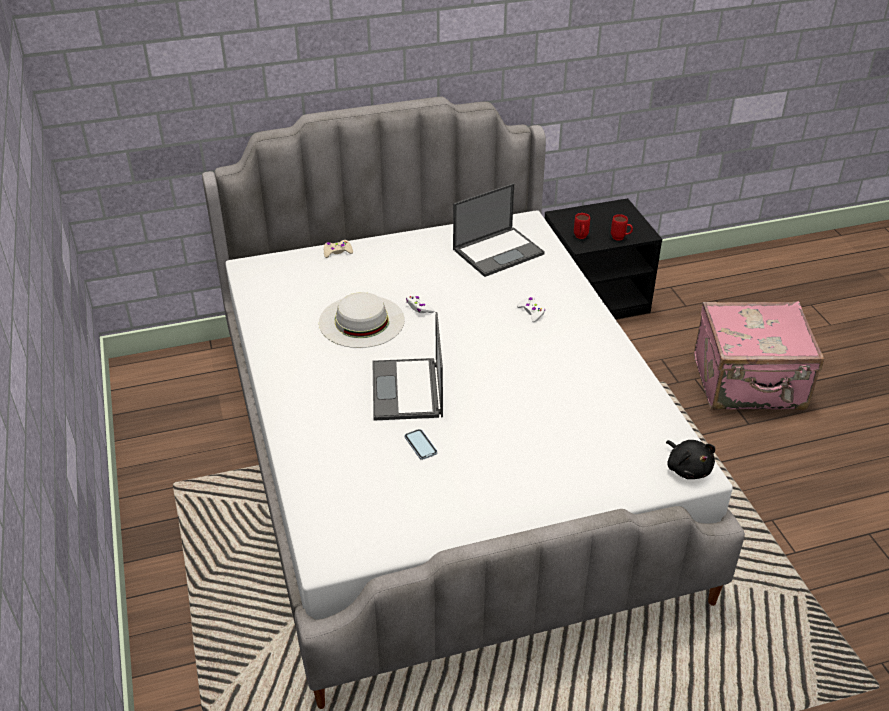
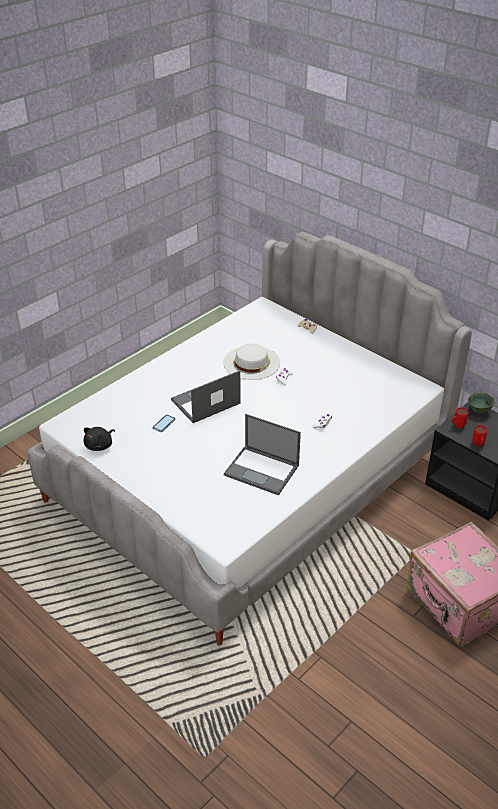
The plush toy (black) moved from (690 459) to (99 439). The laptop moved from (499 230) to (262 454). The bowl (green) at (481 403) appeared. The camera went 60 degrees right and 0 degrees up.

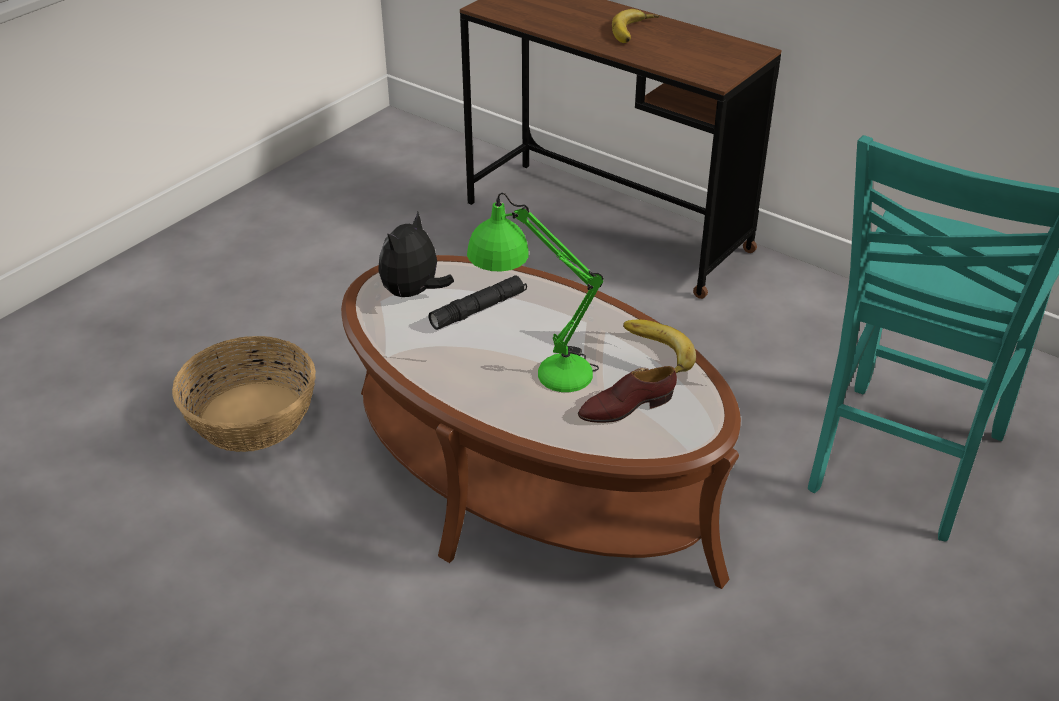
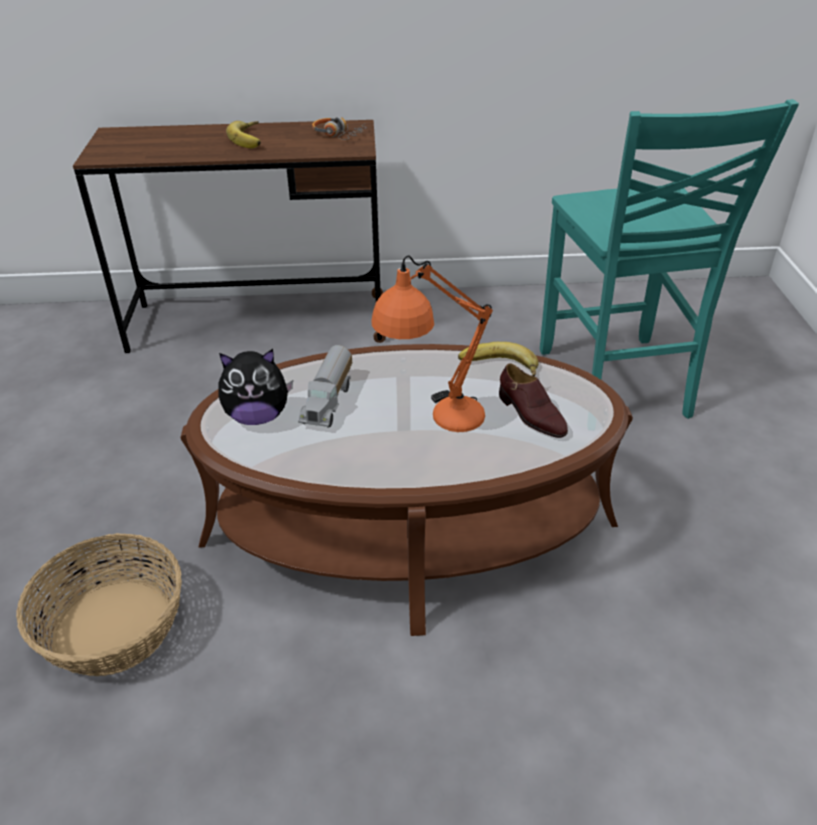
The plush toy at (416 255) turned 90 degrees counterclockwise. The flashlight (black) at (477 302) was replaced by the toy truck at (325 386). The headphones at (339 128) appeared. The table lamp (green) at (535 292) became the table lamp (orange) at (432 343). The shoe (brown) at (627 394) turned 60 degrees counterclockwise. The camera went 40 degrees left and 0 degrees up.

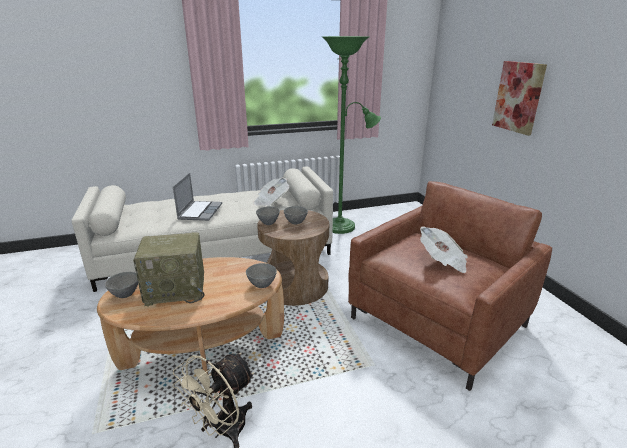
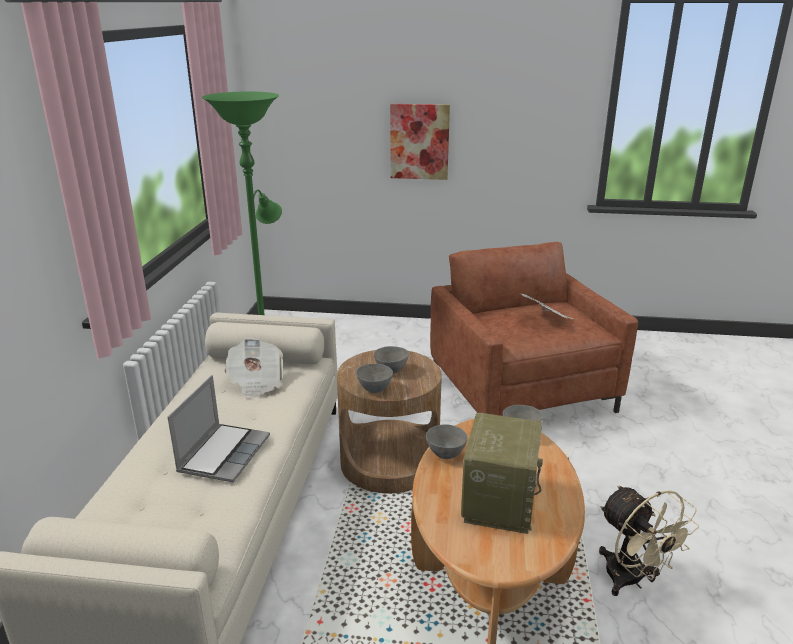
The laptop at (197 197) turned 75 degrees clockwise. The bowl (grey) moved from (122 285) to (447 441). The camera went 65 degrees left and 0 degrees up.

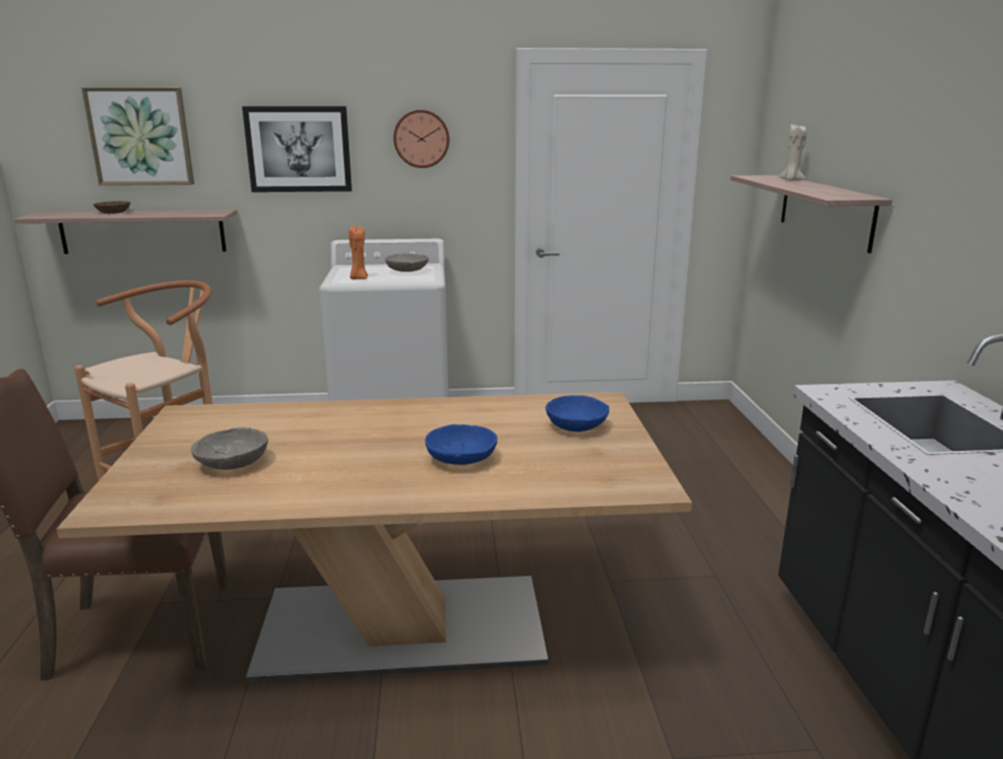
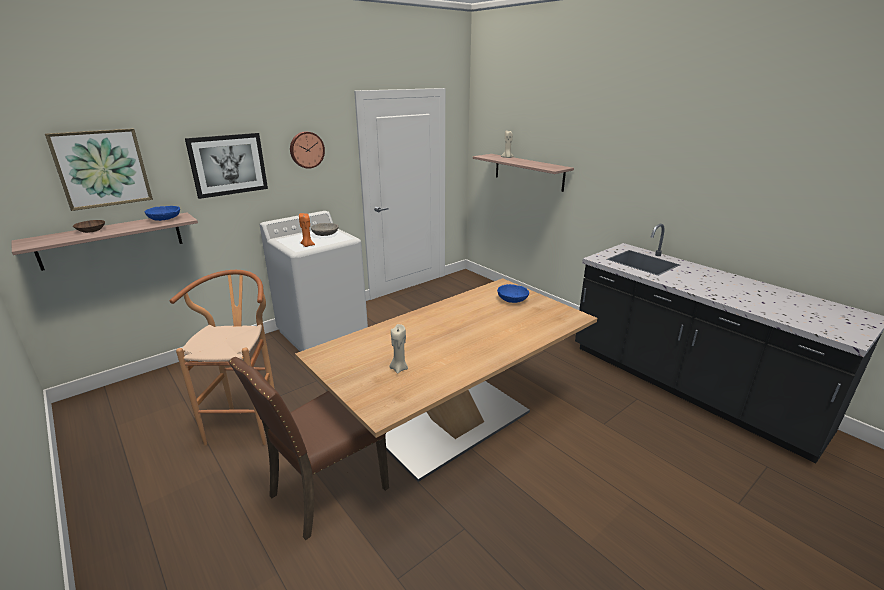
The bowl (blue) moved from (461 444) to (162 213). The bowl (grey) at (229 449) was replaced by the candle (beige) at (398 349). The camera went 35 degrees left and 5 degrees up.

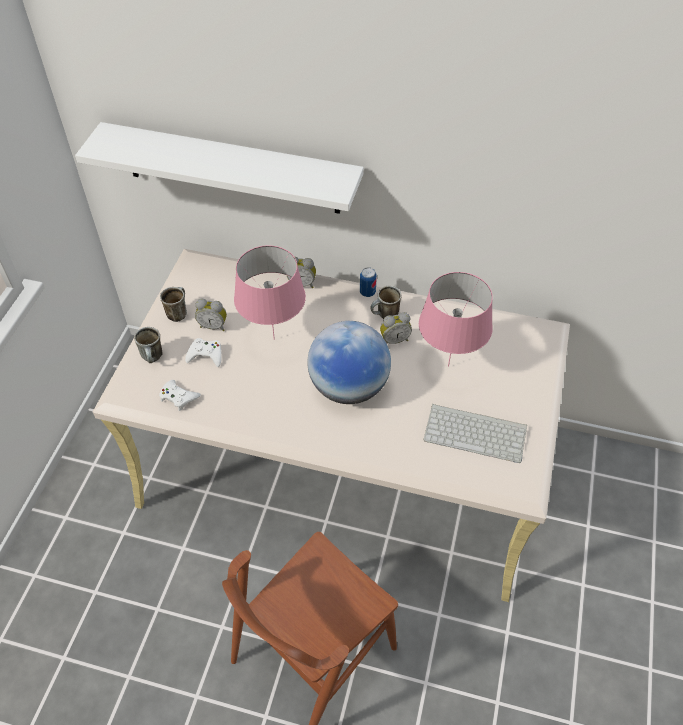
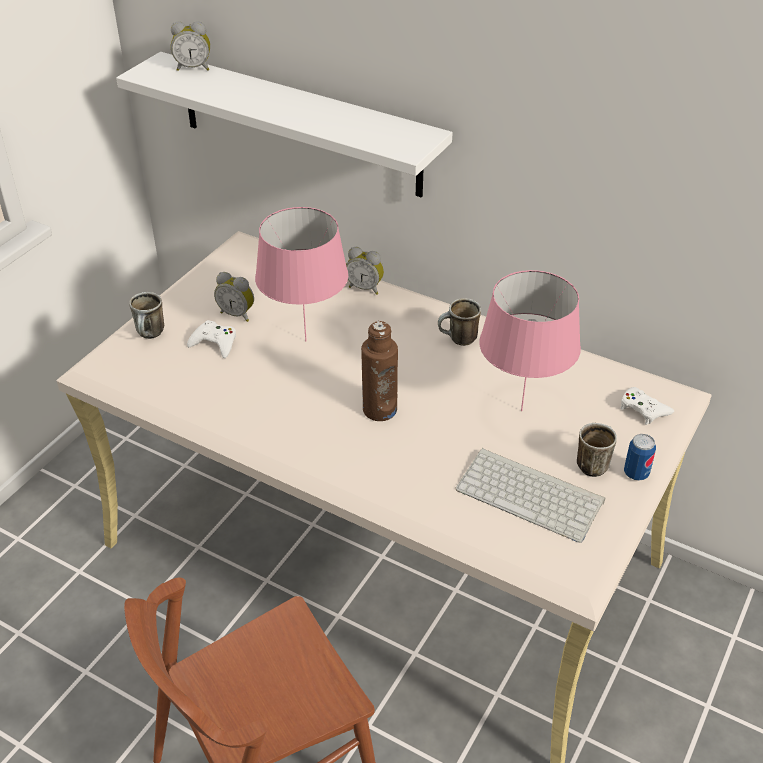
The alarm clock moved from (396 328) to (190 46). The globe at (349 362) was replaced by the bottle (brown) at (379 371). The mug moved from (173 304) to (597 450). The game controller (white) moved from (180 395) to (647 406). The can moved from (368 282) to (640 457). The camera went 15 degrees right and 10 degrees down.

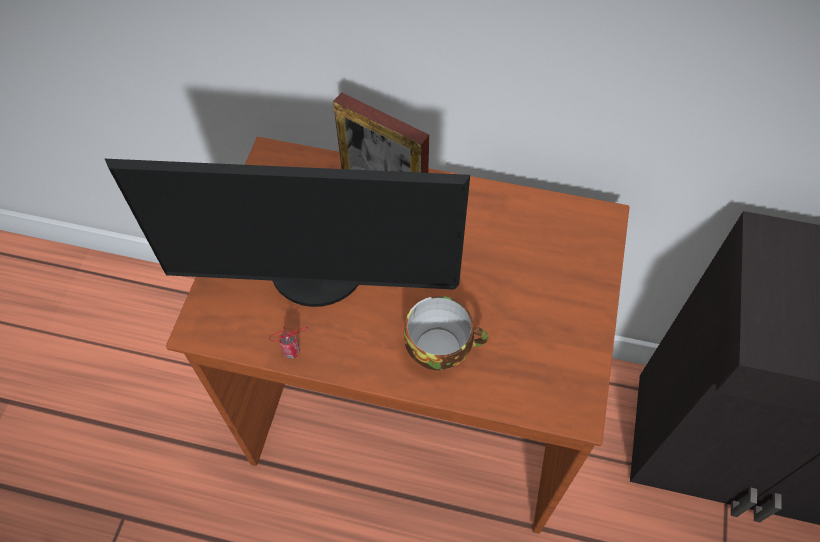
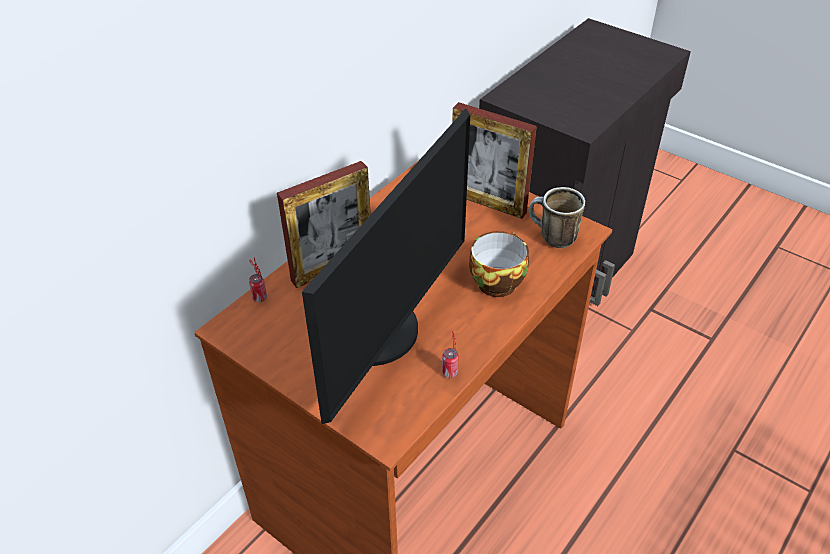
The can at (258 279) appeared. The picture frame at (494 160) appeared. The mug at (557 217) appeared. The camera went 65 degrees left and 15 degrees down.

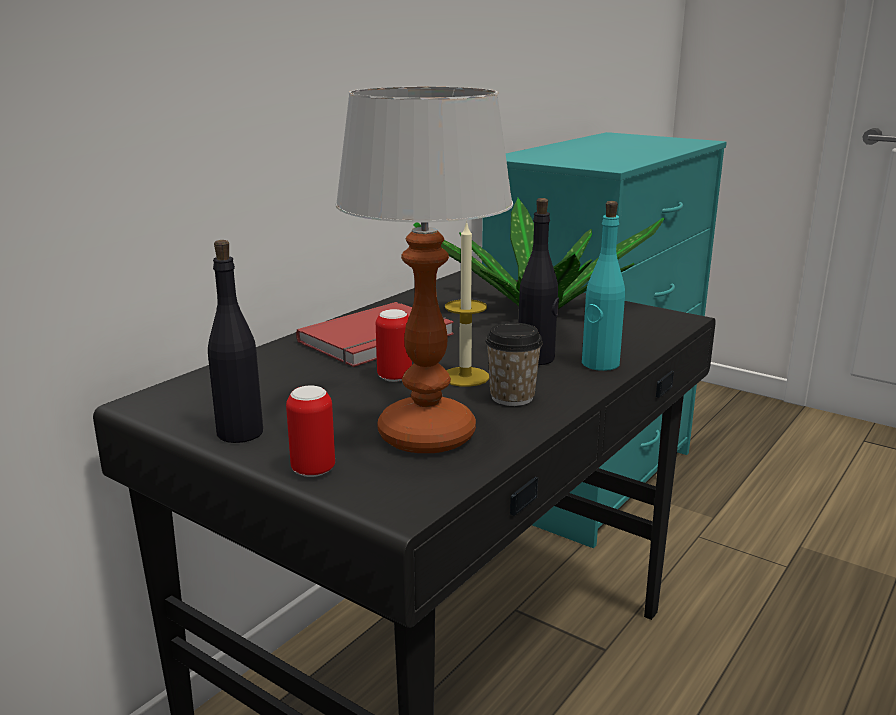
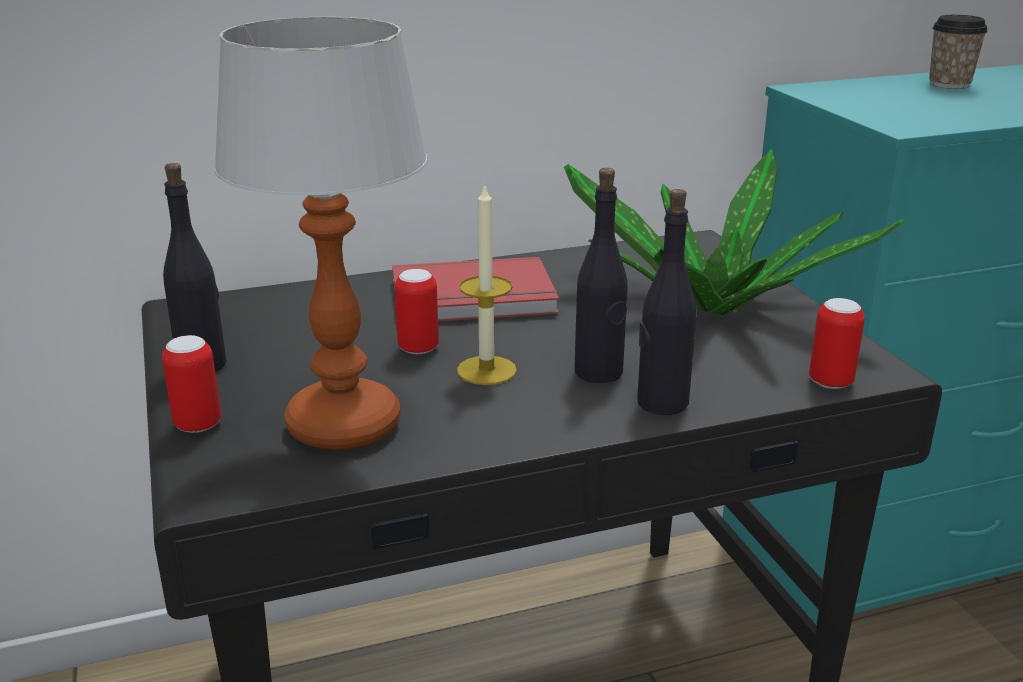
The bottle (turquoise) at (603 286) became the bottle (black) at (666 302). The can at (837 343) appeared. The cup moved from (514 364) to (958 52). The camera went 35 degrees right and 5 degrees up.

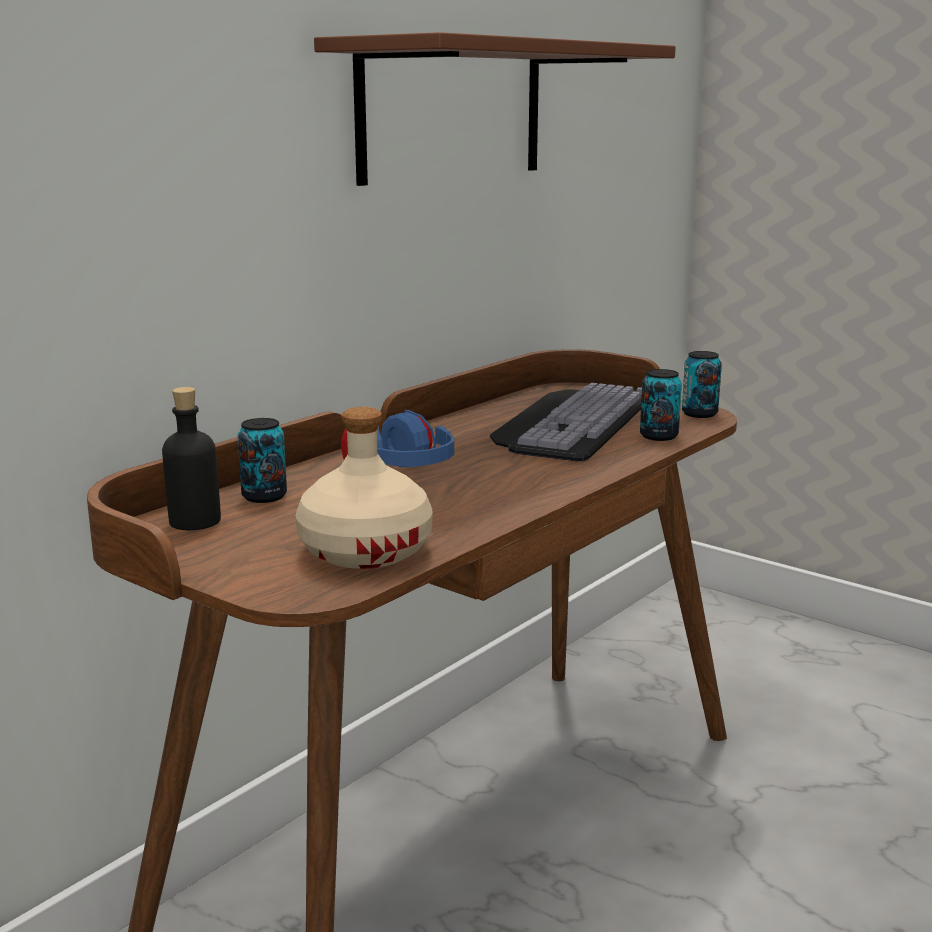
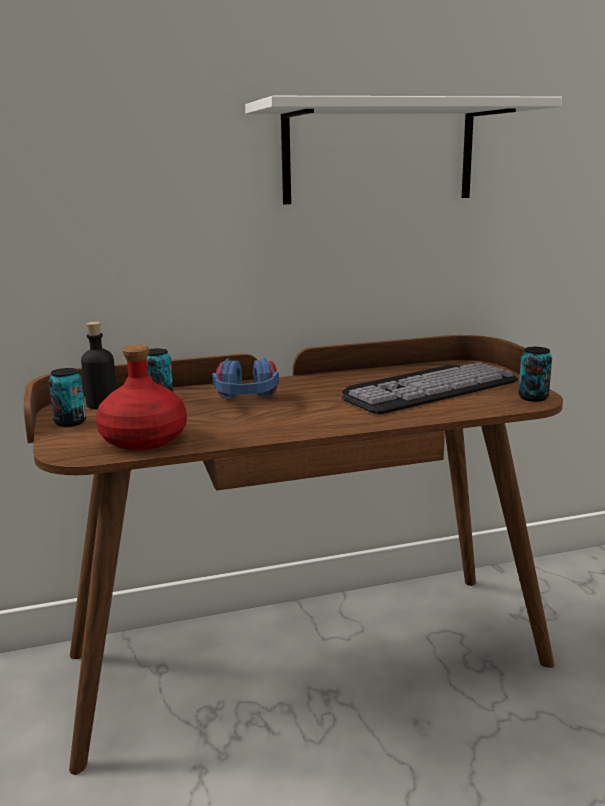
The can moved from (661 405) to (67 397). The bottle (beige) at (364 488) became the bottle (red) at (141 397). The shelf (brown) at (495 109) became the shelf (white) at (403 150). The camera went 35 degrees right and 0 degrees up.

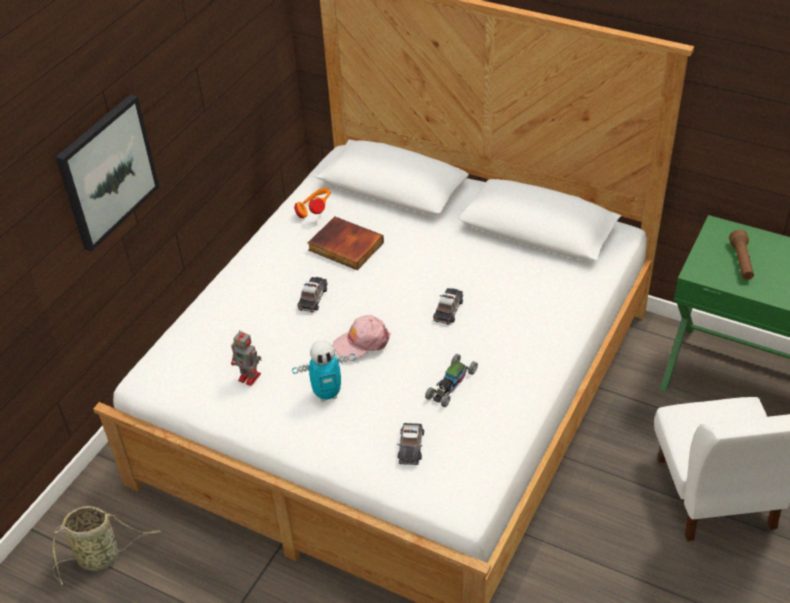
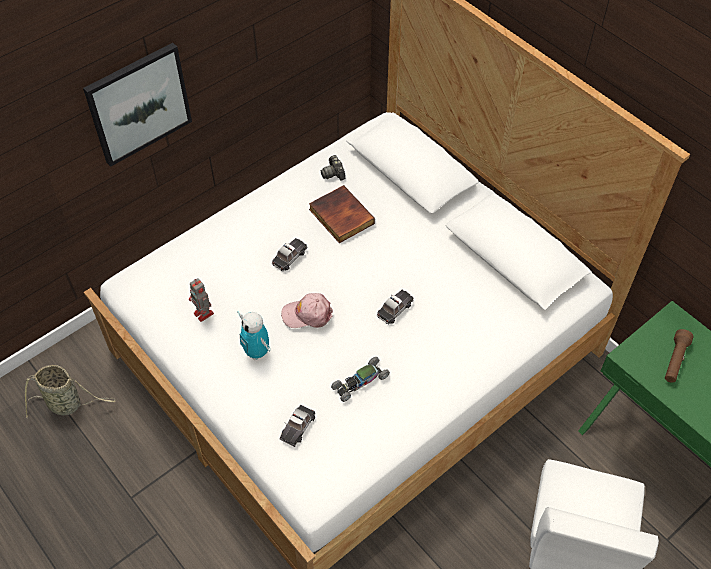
The toy robot at (323 371) turned 45 degrees clockwise. The headphones (orange) at (312 203) was replaced by the photo camera at (333 167). The camera went 20 degrees right and 10 degrees up.

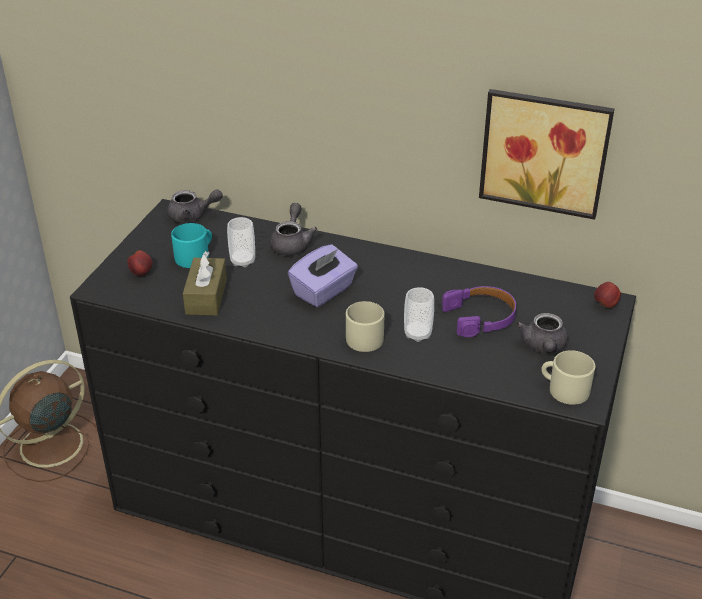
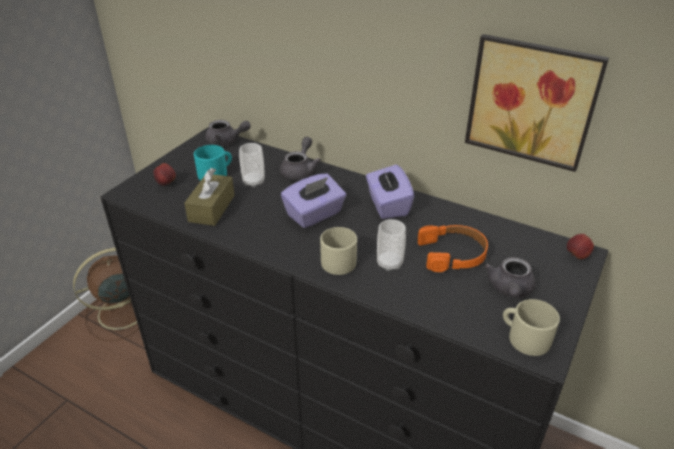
The tissue box (purple) at (390 191) appeared. The headphones (purple) at (479 311) became the headphones (orange) at (453 248). The camera went 10 degrees right and 0 degrees up.

